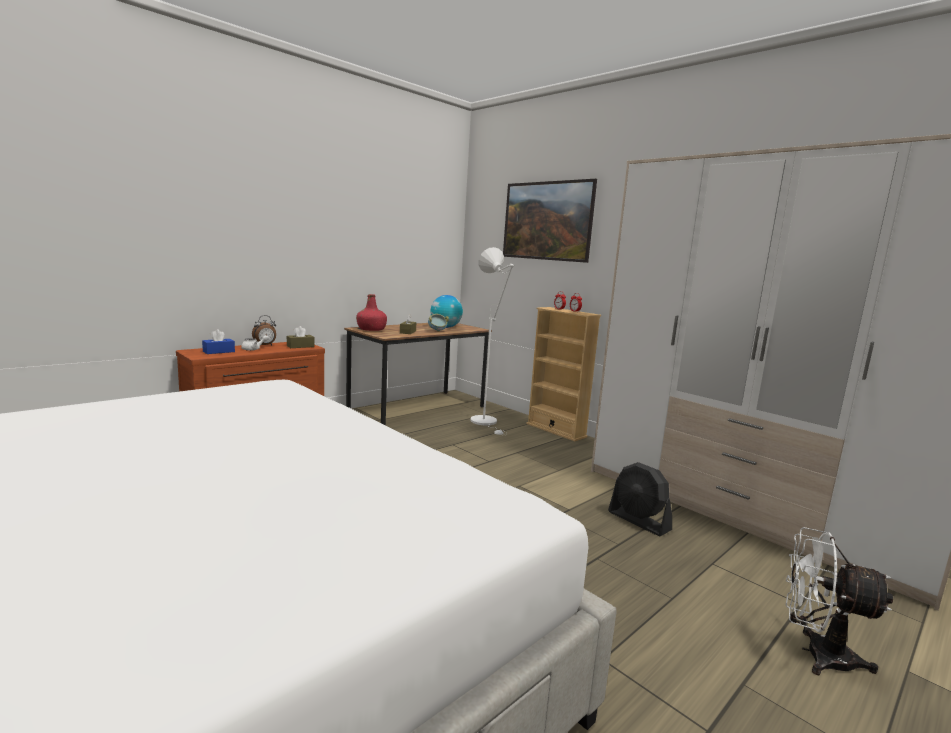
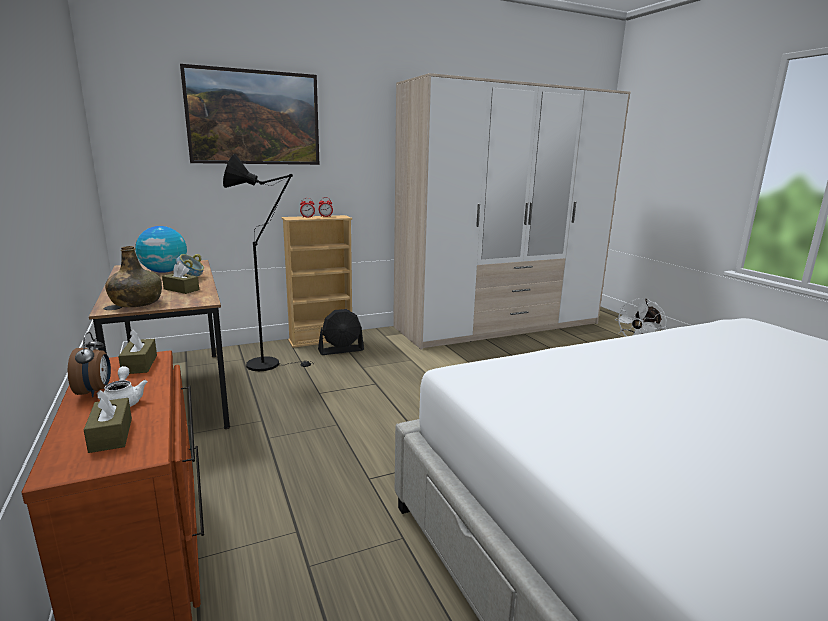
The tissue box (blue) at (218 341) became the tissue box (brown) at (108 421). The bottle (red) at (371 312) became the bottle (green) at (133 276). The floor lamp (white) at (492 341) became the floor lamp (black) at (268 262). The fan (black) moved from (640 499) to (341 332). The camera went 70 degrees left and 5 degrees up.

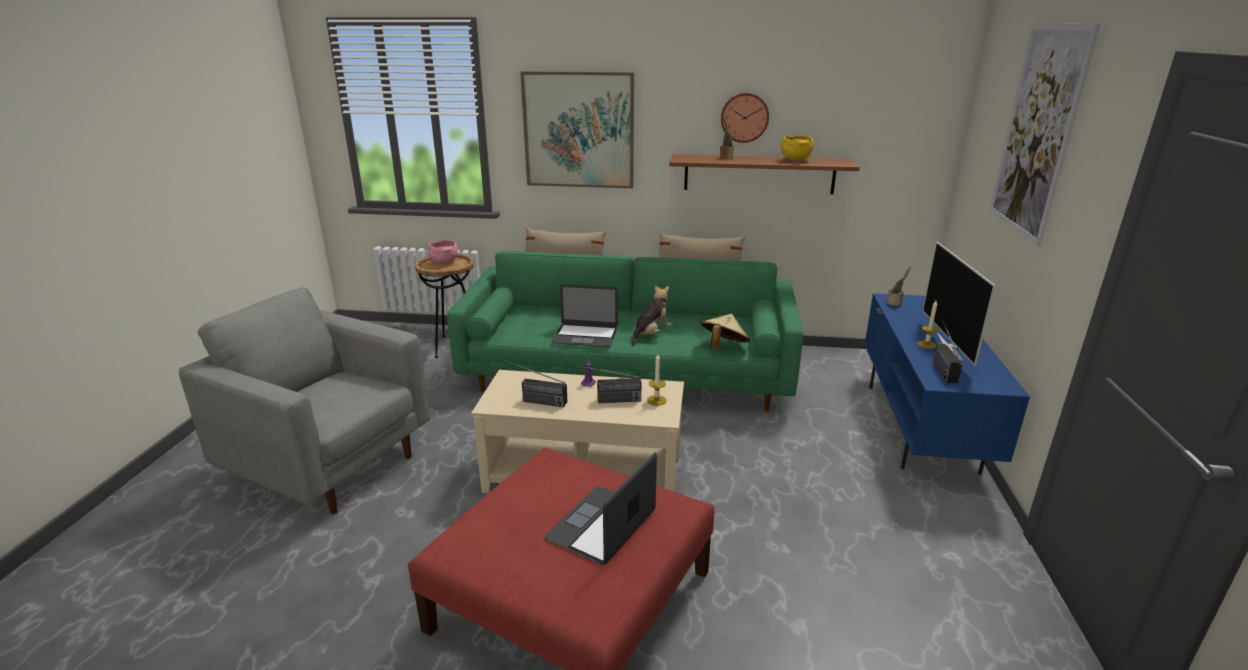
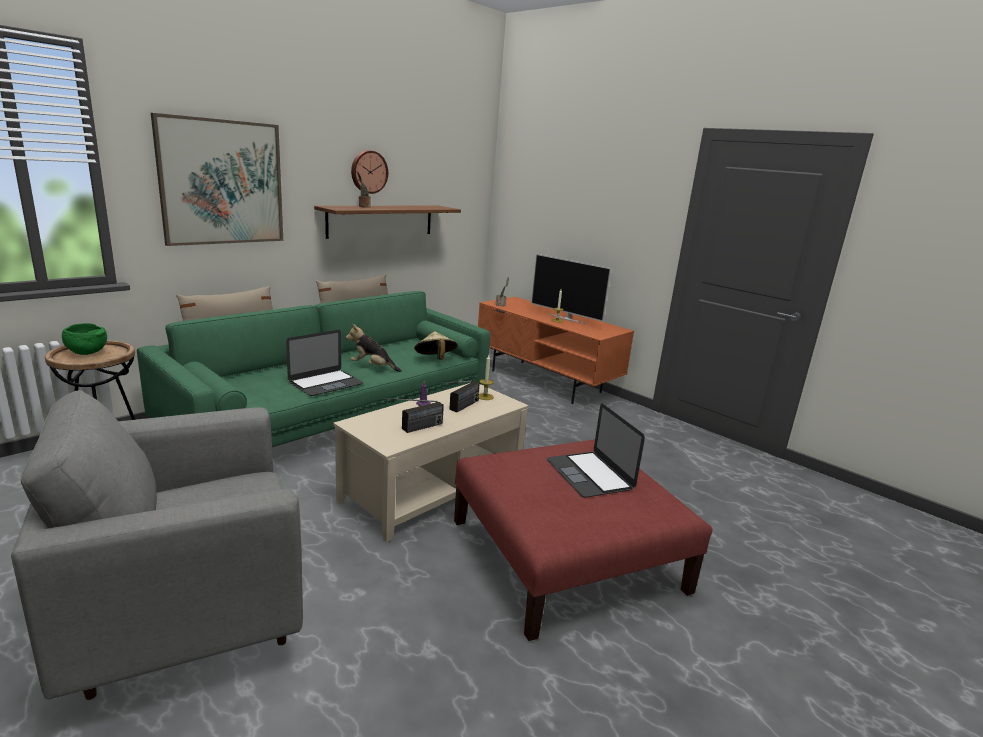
The bowl (pink) at (442 252) became the bowl (green) at (84 339). The plush toy at (652 315) turned 60 degrees counterclockwise. The tv stand (blue) at (947 384) became the tv stand (orange) at (556 350). The bowl (yellow) at (797 148) disappeared. The radio at (947 351) disappeared. The picture at (1045 134) disappeared. The camera went 55 degrees left and 5 degrees down.

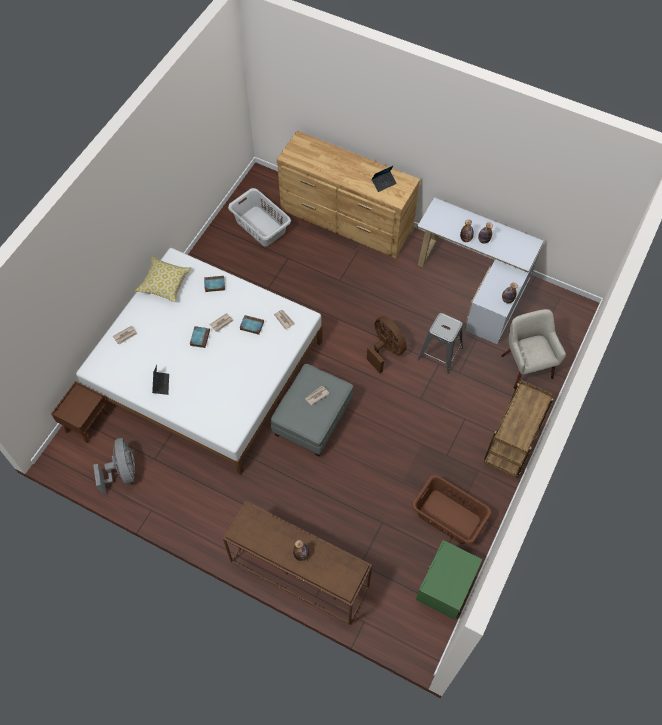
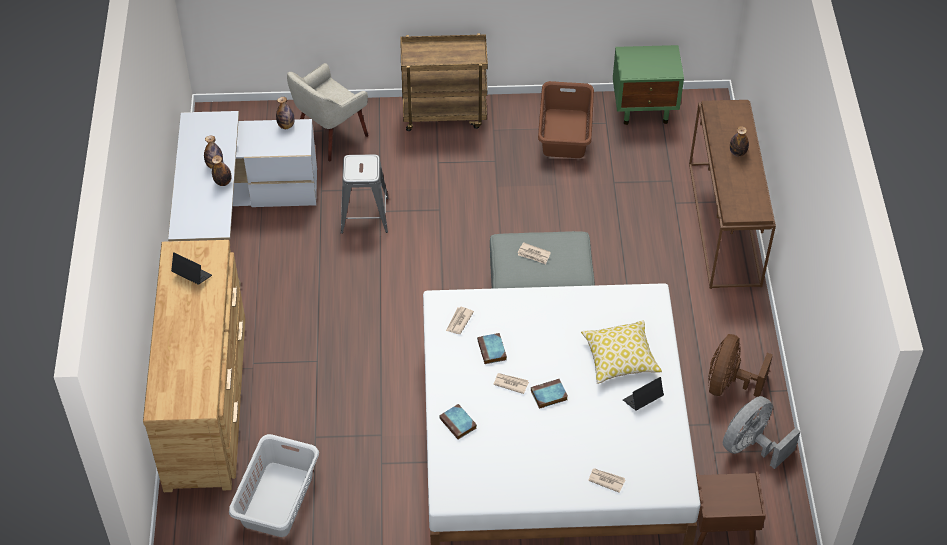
The pillow moved from (163 279) to (621 352). The fan (brown) moved from (387 344) to (740 365). The camera went 120 degrees left and 10 degrees down.

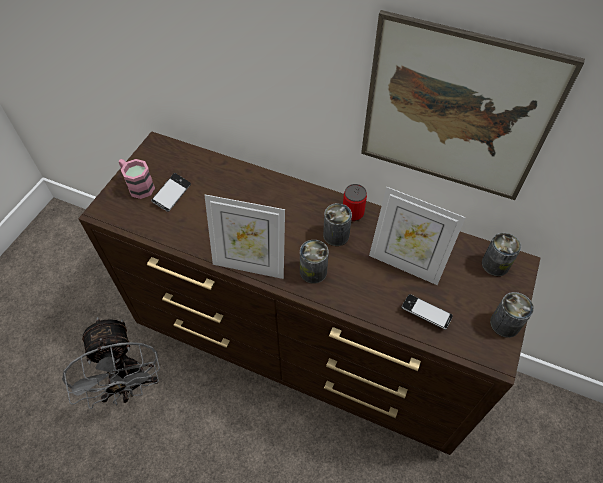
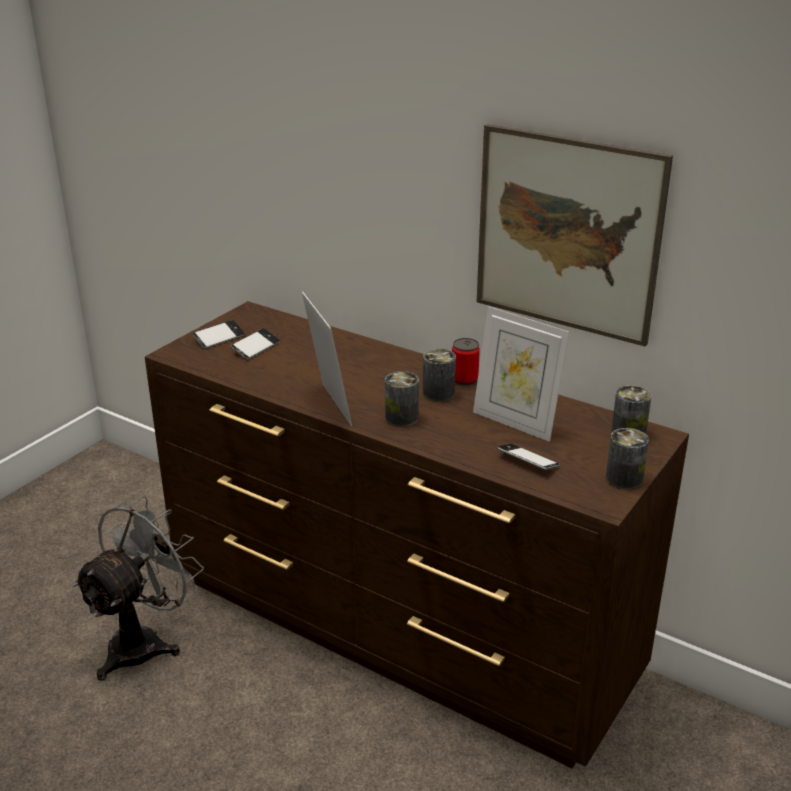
The fan (grey) at (111 363) turned 135 degrees counterclockwise. The mug (pink) at (137 179) was replaced by the phone at (218 334). The picture frame at (244 237) turned 135 degrees counterclockwise. The camera went 10 degrees right and 25 degrees down.

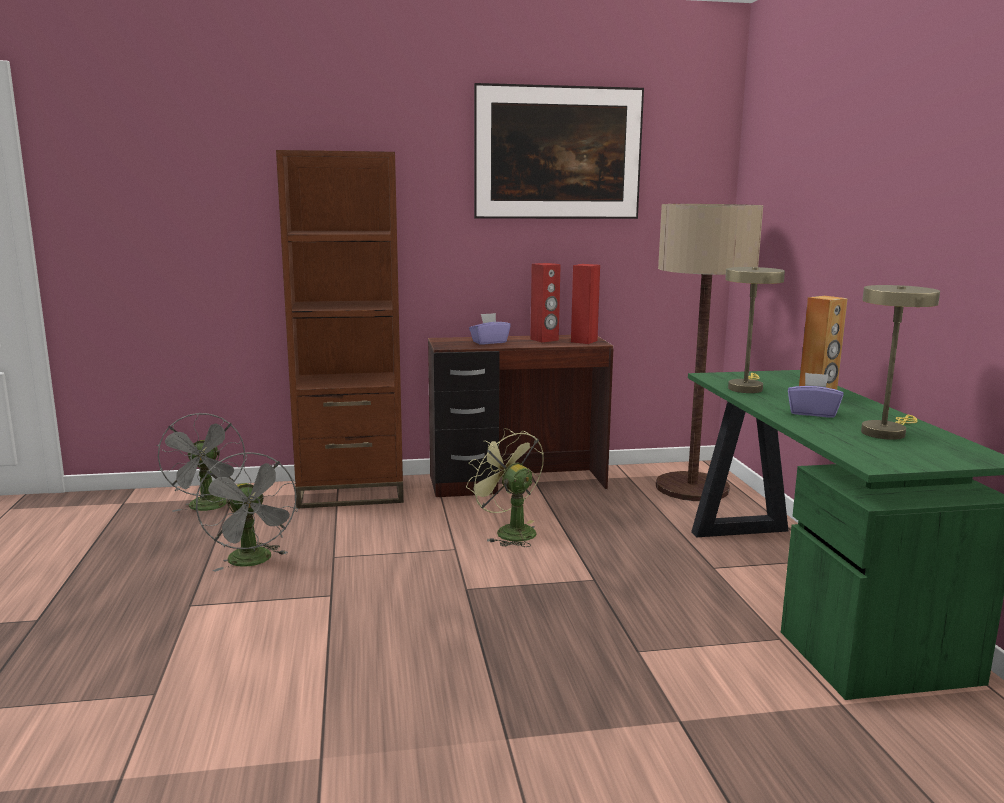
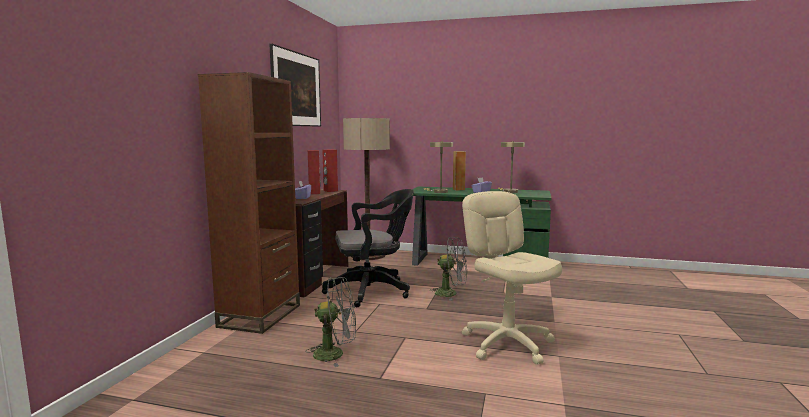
The fan (green) at (505 487) was replaced by the office chair (black) at (368 248). The fan (grey) moved from (201 462) to (448 269). The office chair (beige) at (511 277) appeared. The camera went 65 degrees left and 5 degrees down.

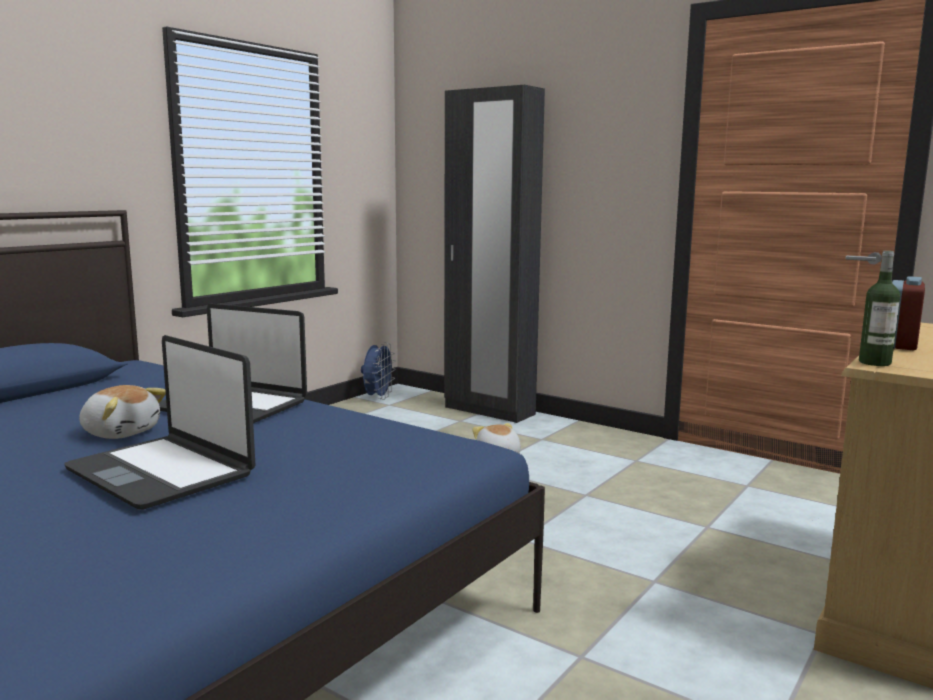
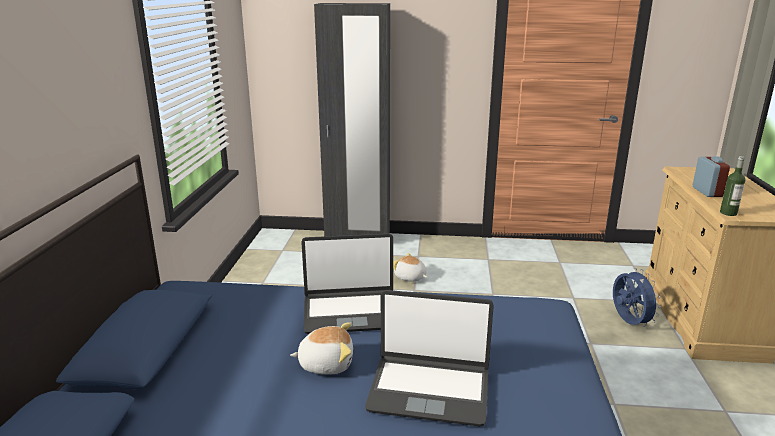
The fan (blue) moved from (378 371) to (637 297). The camera went 30 degrees left and 10 degrees up.

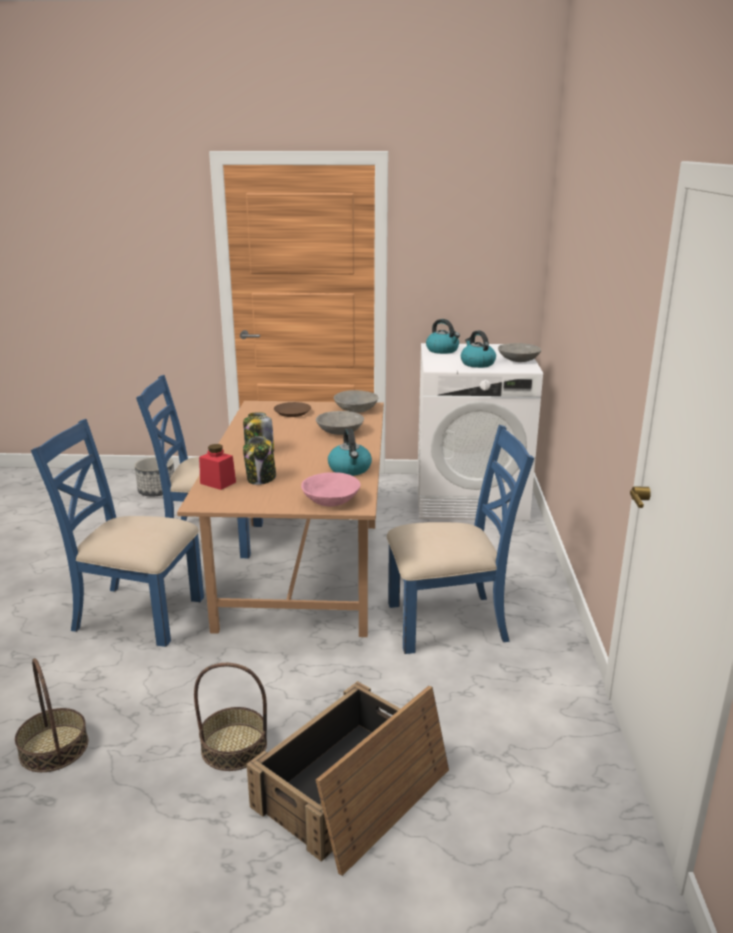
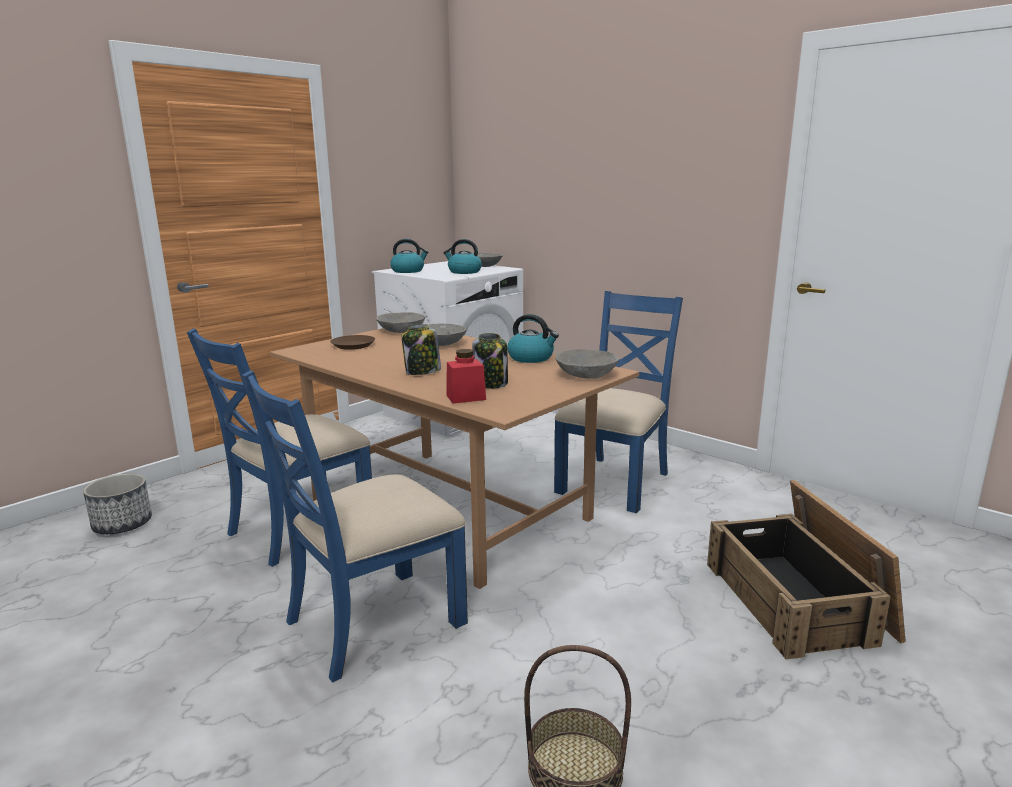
The bowl (pink) at (330 489) became the bowl (grey) at (587 363). The basket at (230 717) disappeared. The camera went 50 degrees left and 5 degrees down.

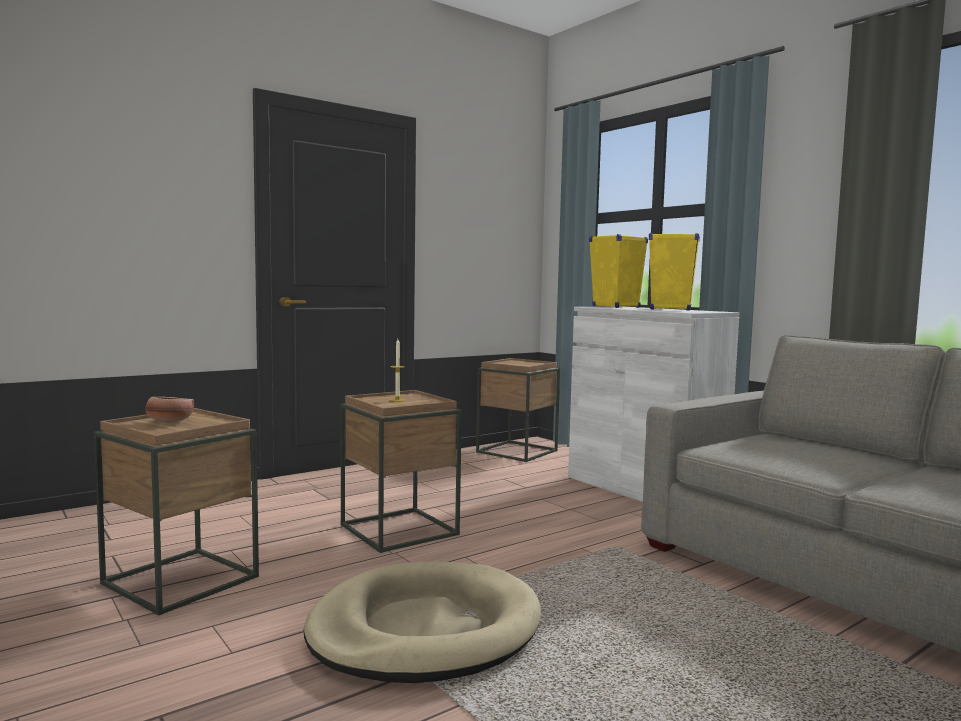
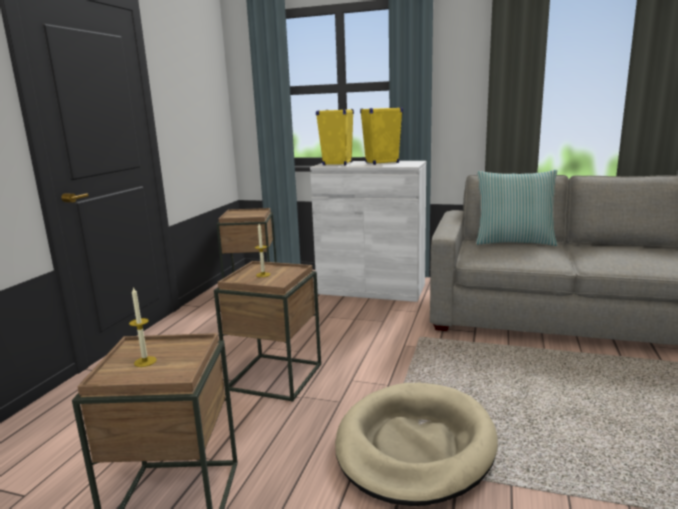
The bowl at (169 410) was replaced by the candle at (143 327). The pillow at (516 208) appeared. The camera went 35 degrees left and 10 degrees up.

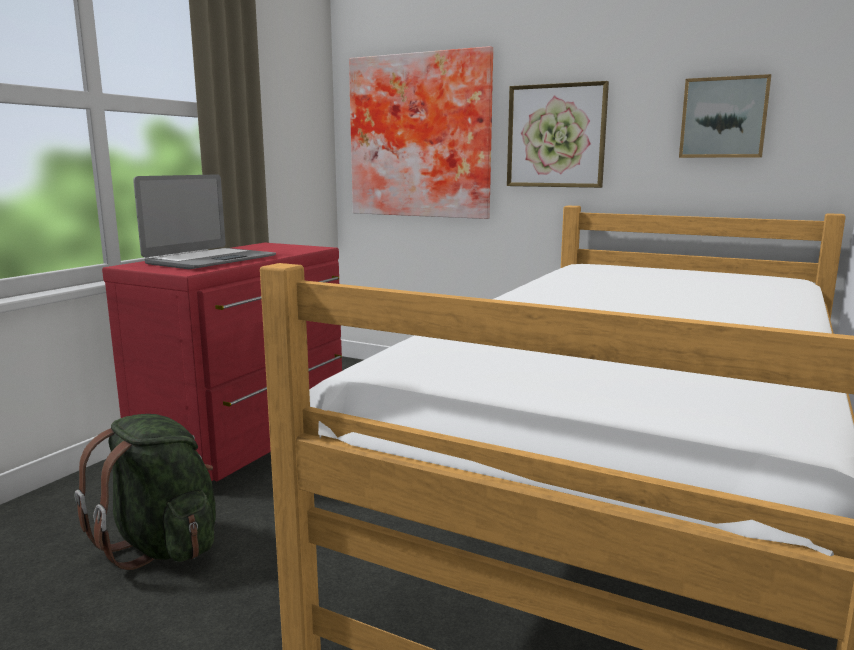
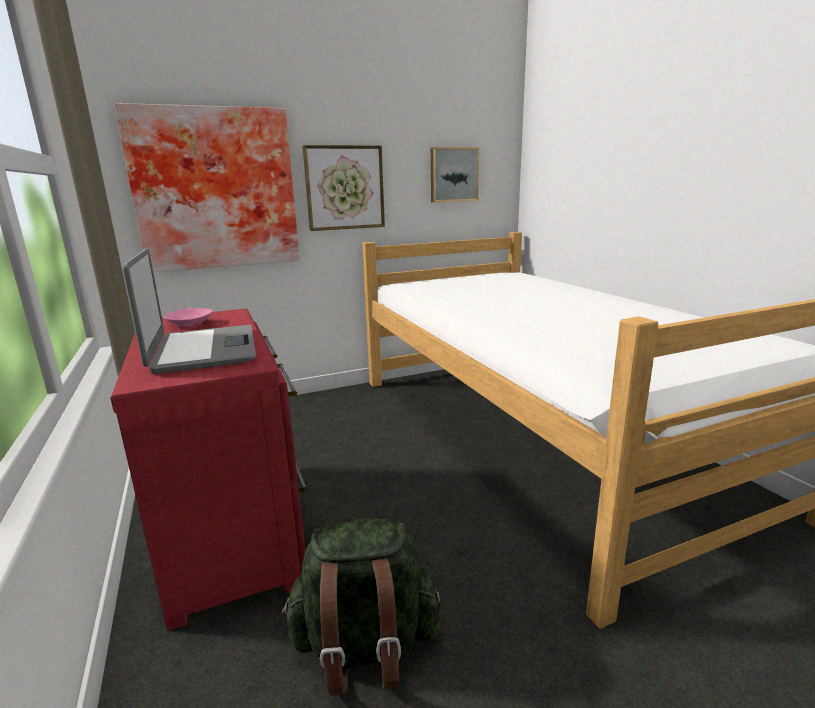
The bowl (pink) at (188 317) appeared. The camera went 50 degrees left and 5 degrees up.

